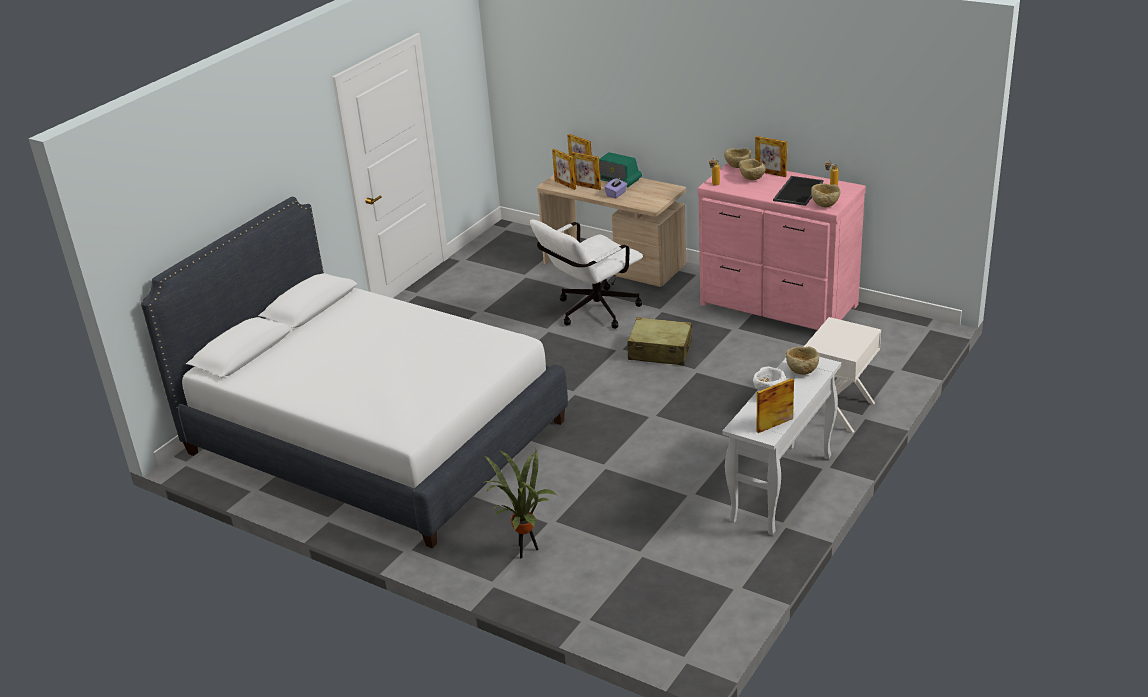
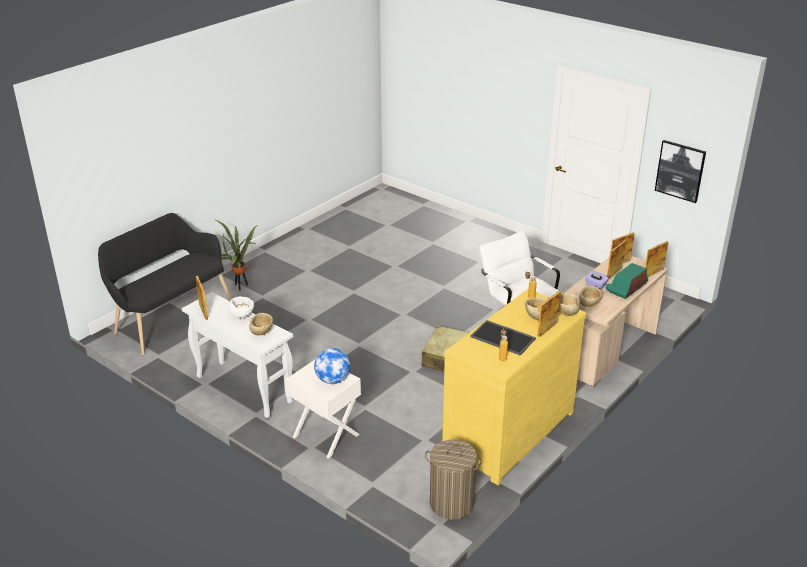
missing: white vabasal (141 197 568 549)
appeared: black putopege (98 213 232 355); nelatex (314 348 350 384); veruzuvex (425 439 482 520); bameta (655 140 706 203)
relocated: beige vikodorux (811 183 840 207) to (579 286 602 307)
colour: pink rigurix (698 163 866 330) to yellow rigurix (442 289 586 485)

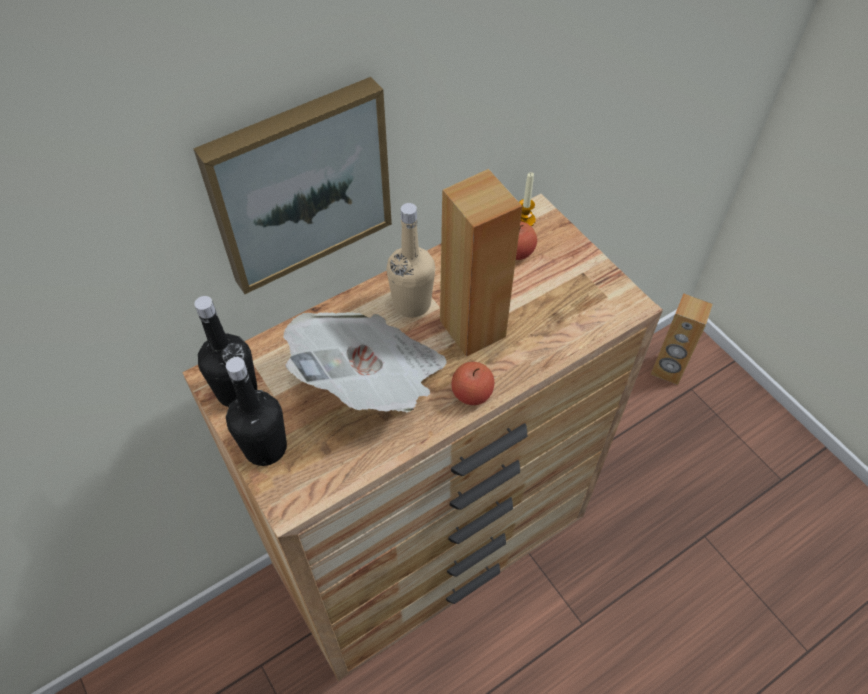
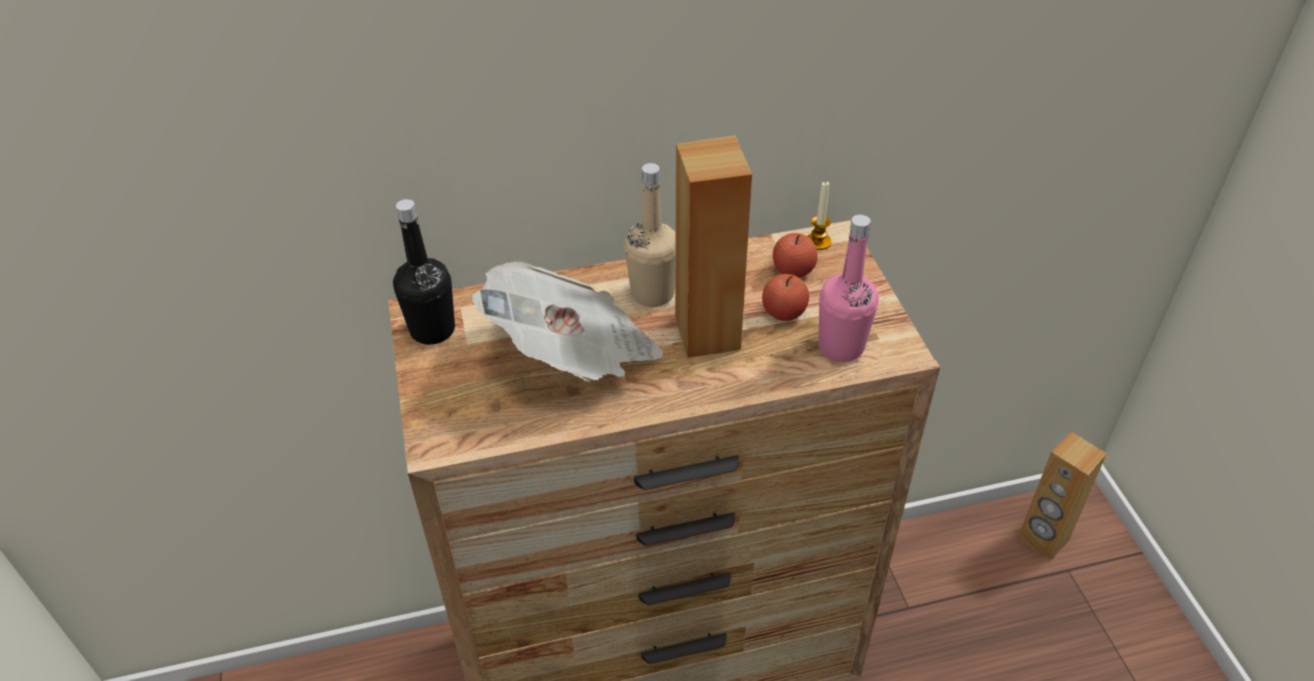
missing: bameta (194 77 392 294); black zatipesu (226 357 287 466)
appeared: pink zatipesu (819 215 879 362)
relocated: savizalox (451 362 494 405) to (762 274 809 321)

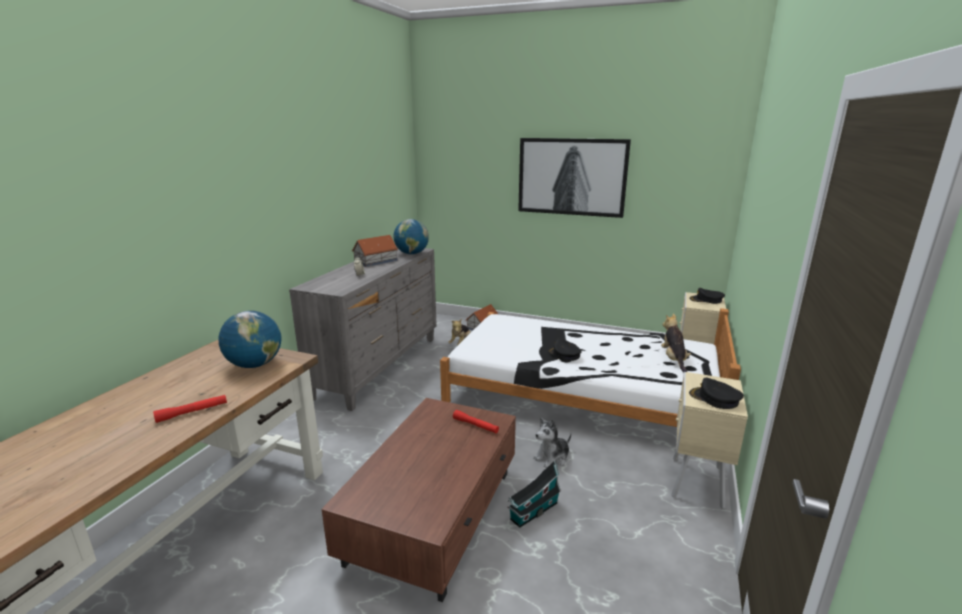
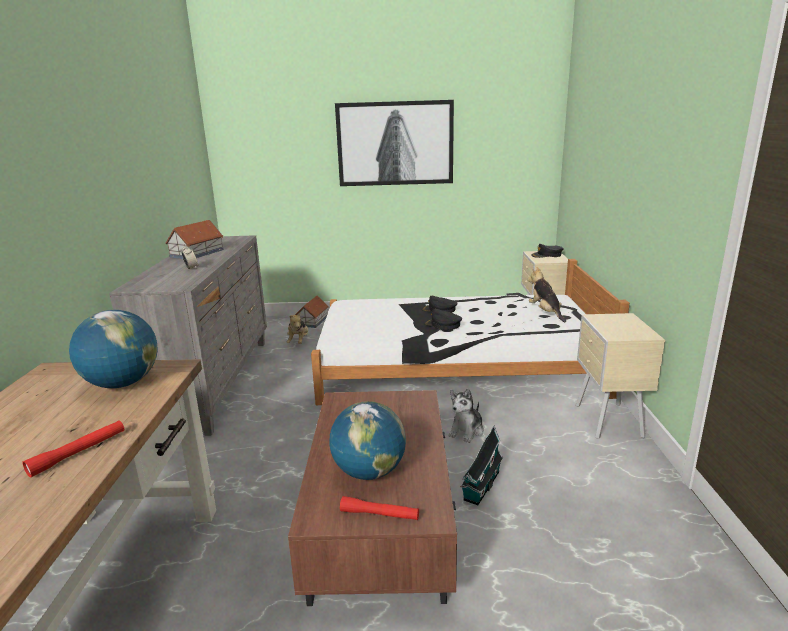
relocated: nelatex (394 219 429 254) to (329 401 406 480); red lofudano (453 410 499 433) to (340 496 419 520); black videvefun (689 377 744 409) to (422 296 458 313)

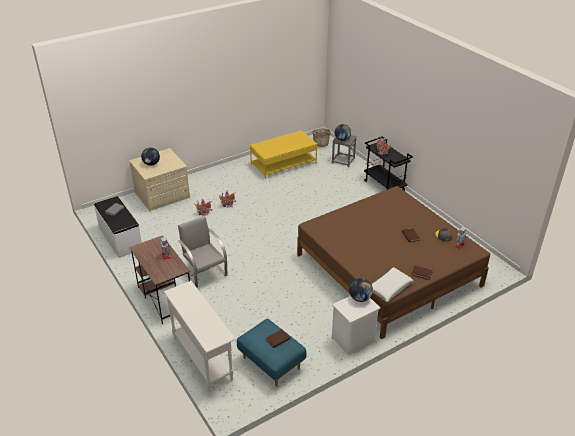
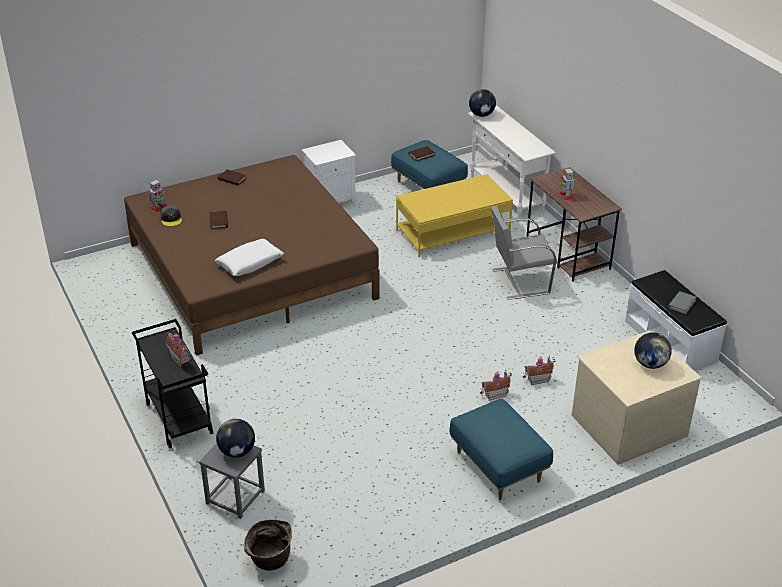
appeared: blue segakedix (449 399 553 500)
relocated: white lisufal (372 268 414 302) to (215 239 284 276); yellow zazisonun (250 130 317 180) to (396 174 513 257); nelatex (349 278 373 302) to (469 89 496 117)
spun: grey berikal (178 216 228 288) = (491 206 557 300) 105 degrees clockwise

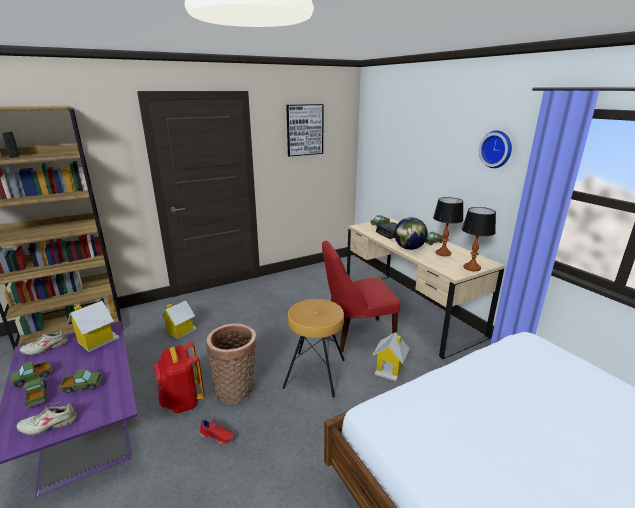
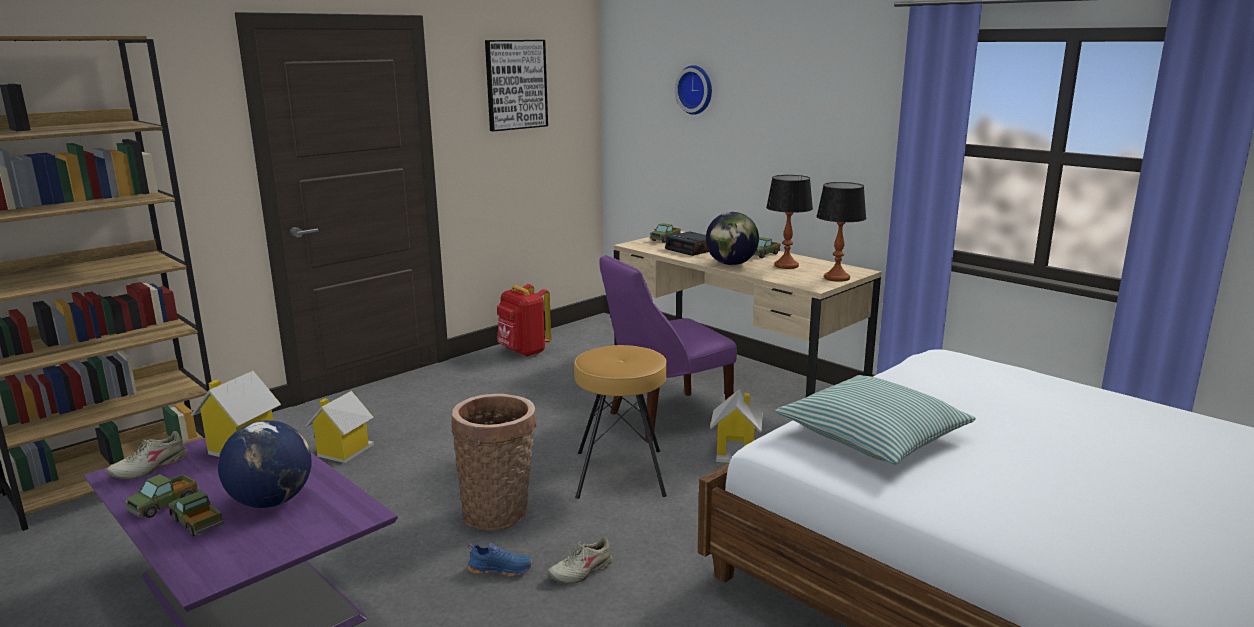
appeared: lisufal (775 375 976 464)
relocated: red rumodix (154 342 205 413) to (497 284 551 357); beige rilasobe (16 401 77 436) to (547 537 613 584); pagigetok (479 130 512 168) to (675 65 712 115)
exchanged: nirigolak (60 369 103 393) to nelatex (218 420 312 508)
colour: red rilasobe (200 419 234 444) to blue rilasobe (467 543 533 577); red berikal (322 241 400 352) to purple berikal (599 255 737 442)

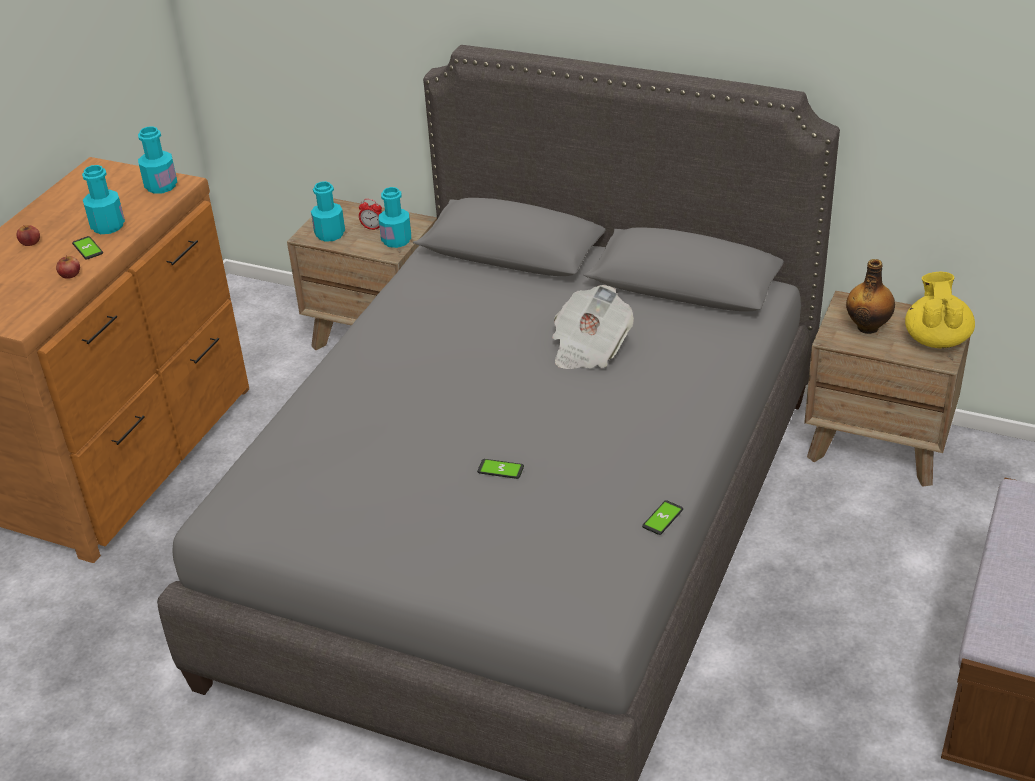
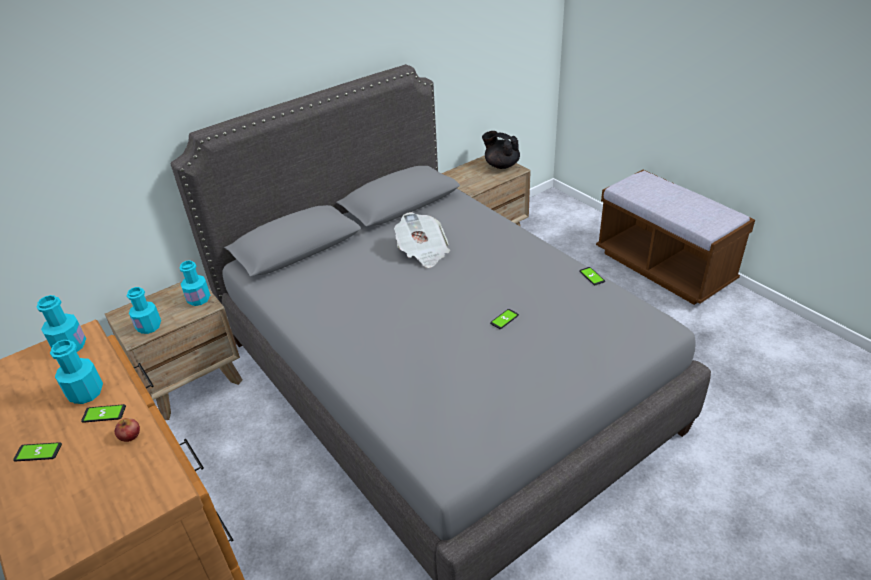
missing: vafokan (359 199 382 230); zatipesu (846 259 895 334)
exchanged: savizalox (16 225 40 246) to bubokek (13 442 62 461)
colour: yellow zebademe (905 272 975 348) to black zebademe (482 131 520 169)

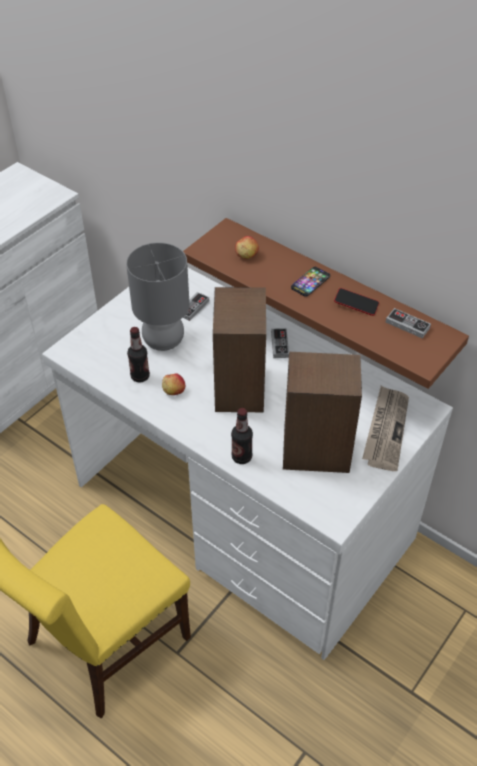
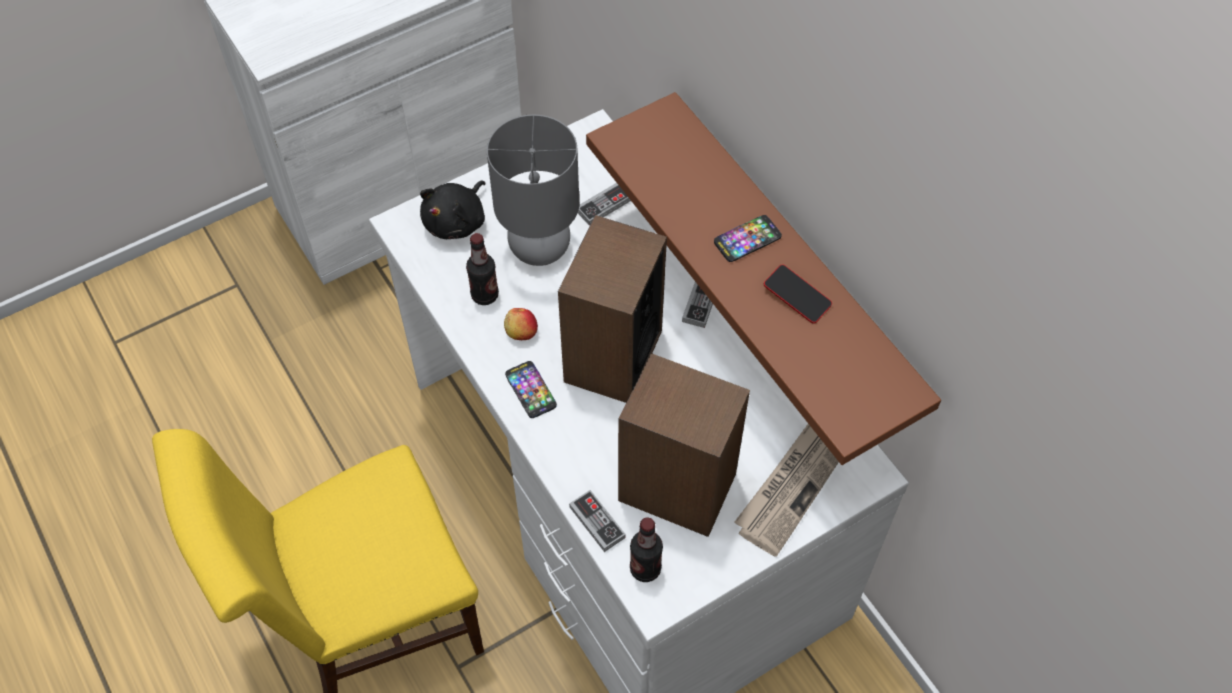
missing: savizalox (235 236 259 259)
appeared: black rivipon (420 181 486 239); bubokek (505 361 557 418)
relocated: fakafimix (386 308 431 338) to (569 490 626 552); zatipesu (231 408 253 464) to (630 518 663 582)

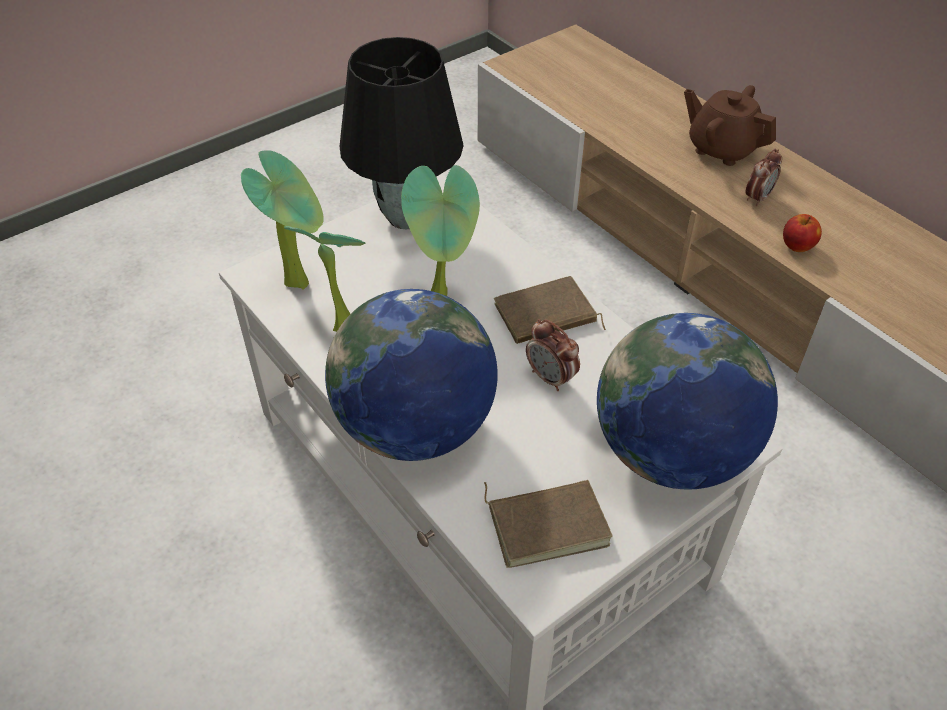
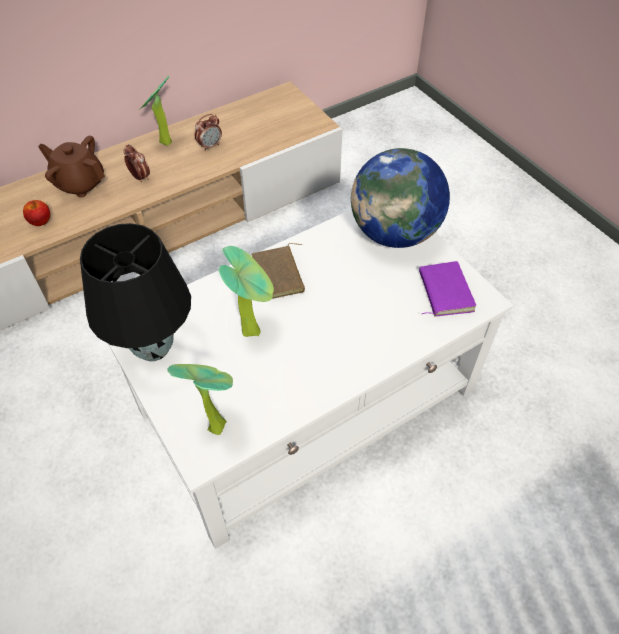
missing: nelatex (325 289 498 461)
relocated: savizalox (783 214 822 252) to (23 200 50 226); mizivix (284 226 365 332) to (138 76 172 146); vafokan (526 319 580 391) to (194 114 222 151)
colour: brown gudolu (484 480 613 568) to purple gudolu (419 261 476 317)
spun: brown zebademe (684 85 776 166) = (38 136 105 198) 75 degrees clockwise

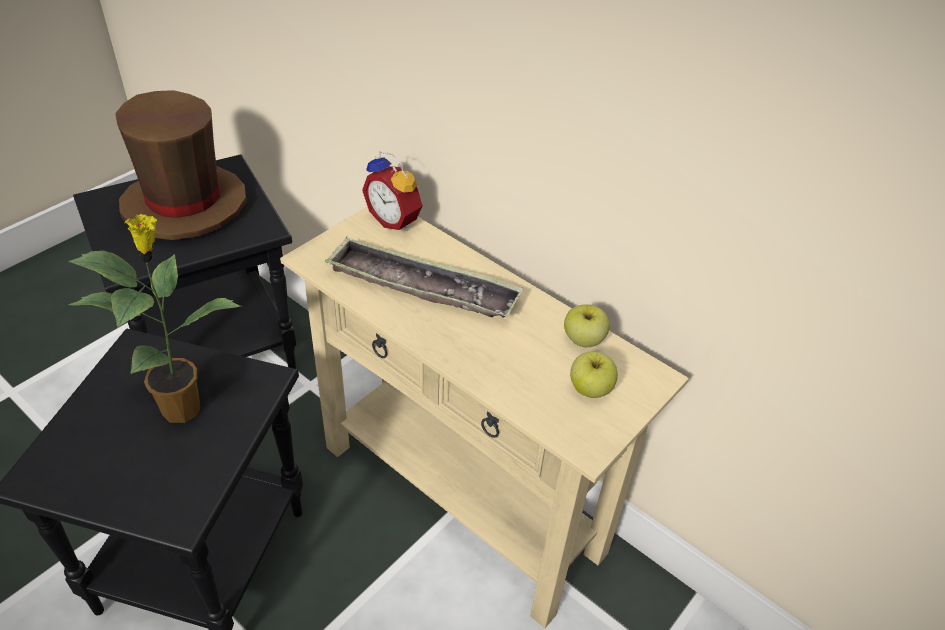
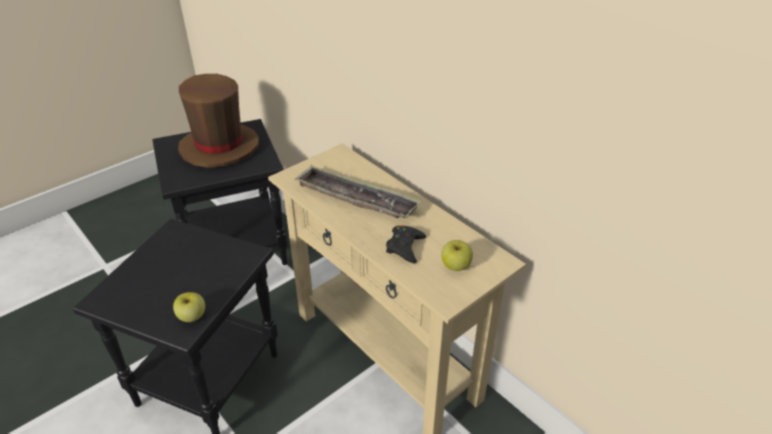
missing: mizivix (68 214 242 423); vafokan (362 151 423 231)
appeared: black fakafimix (386 226 426 263)
relocated: savizalox (564 304 610 347) to (173 292 205 322)

